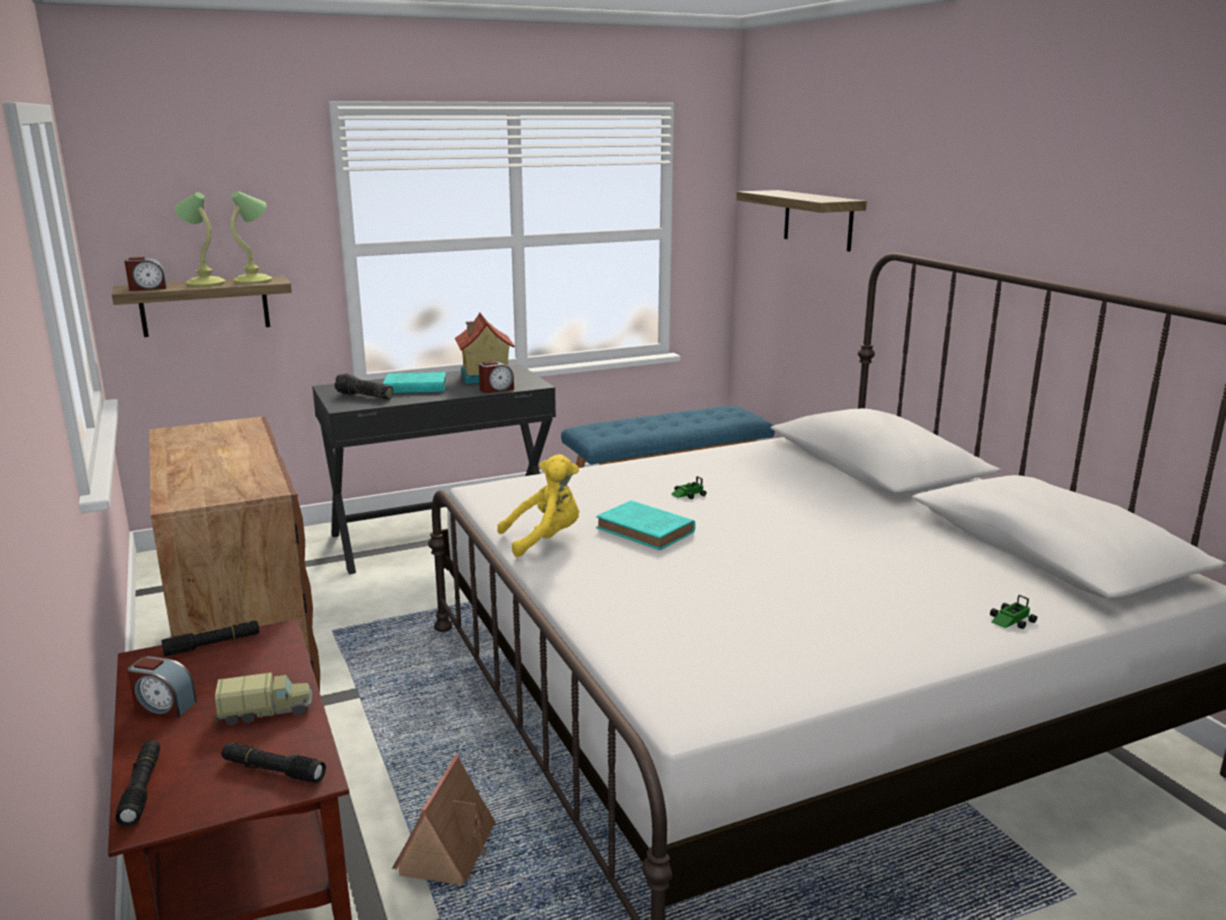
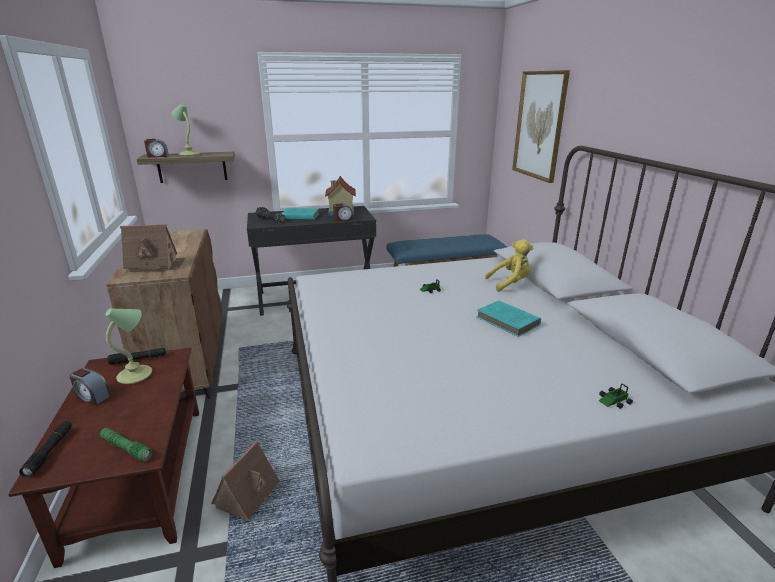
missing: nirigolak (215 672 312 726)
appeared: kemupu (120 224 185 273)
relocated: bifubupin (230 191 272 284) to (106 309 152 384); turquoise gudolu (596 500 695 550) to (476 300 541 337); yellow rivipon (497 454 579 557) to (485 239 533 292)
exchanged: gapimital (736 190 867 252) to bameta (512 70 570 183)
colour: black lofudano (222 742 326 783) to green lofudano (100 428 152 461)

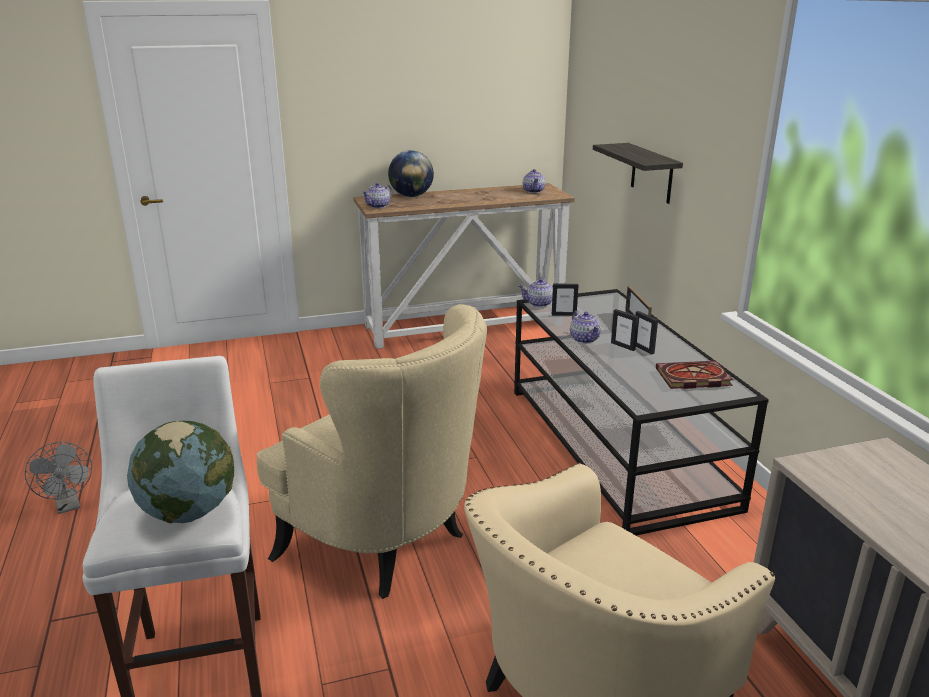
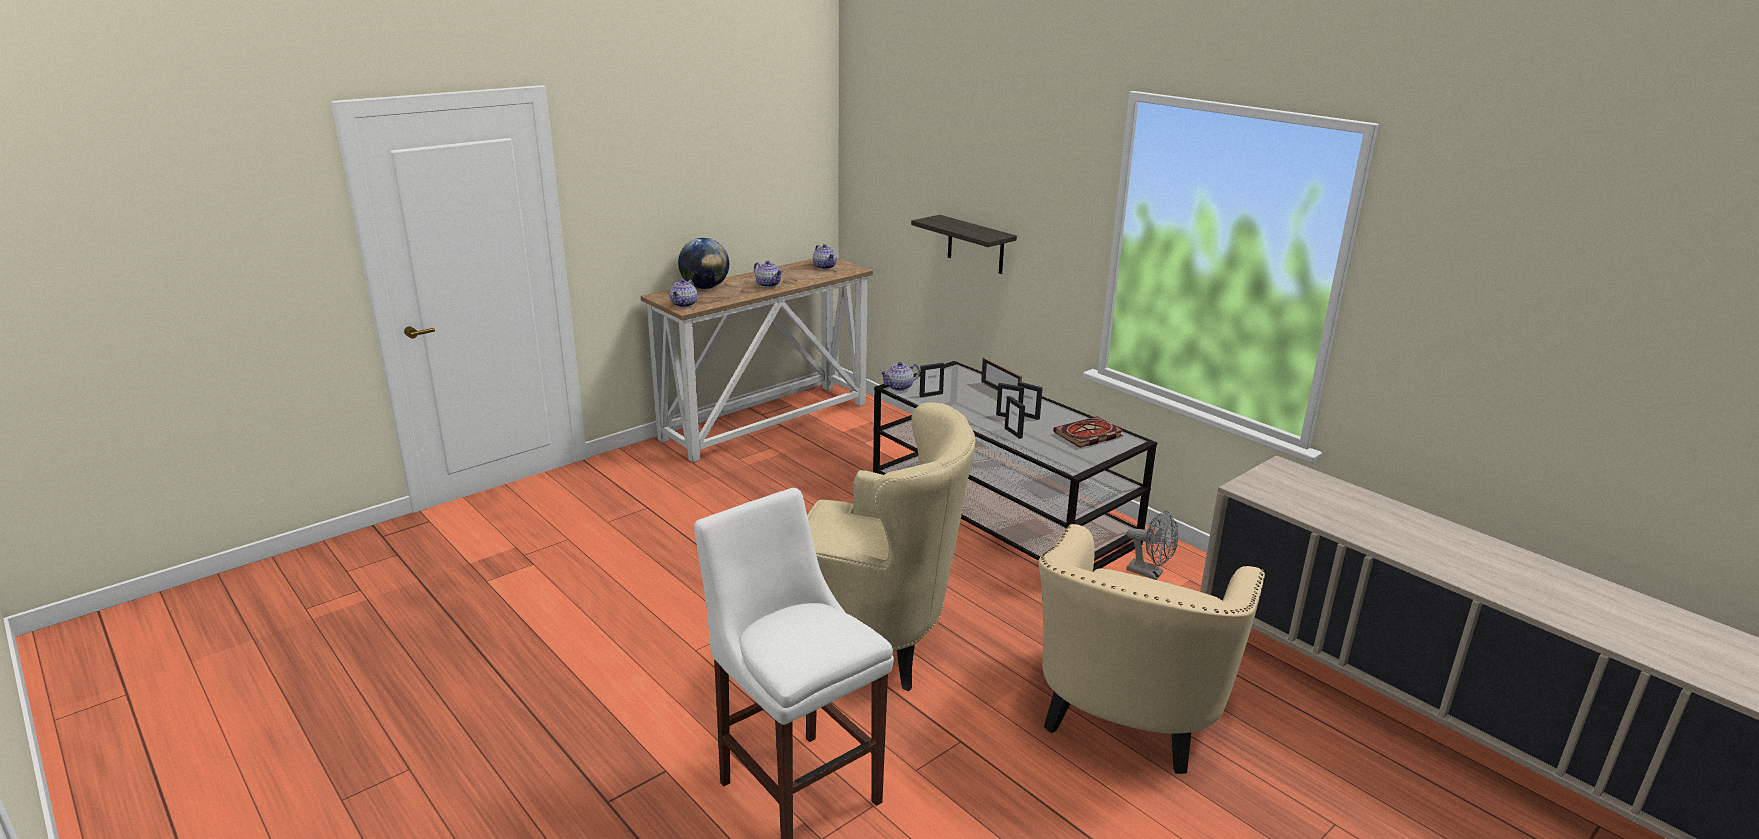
missing: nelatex (127 421 235 523)
appeared: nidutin (1005 396 1025 439)
relocated: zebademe (570 311 601 344) to (754 261 782 287); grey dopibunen (25 442 92 514) to (1127 510 1179 580)

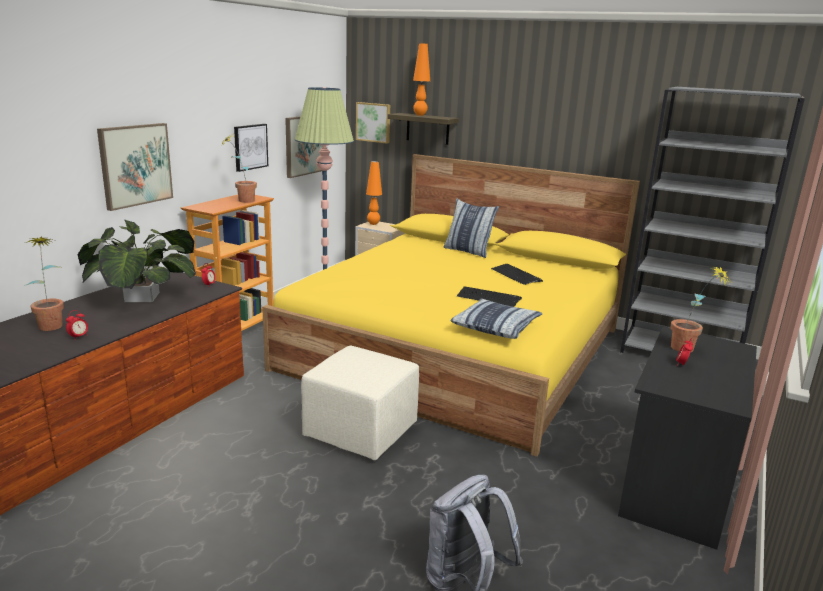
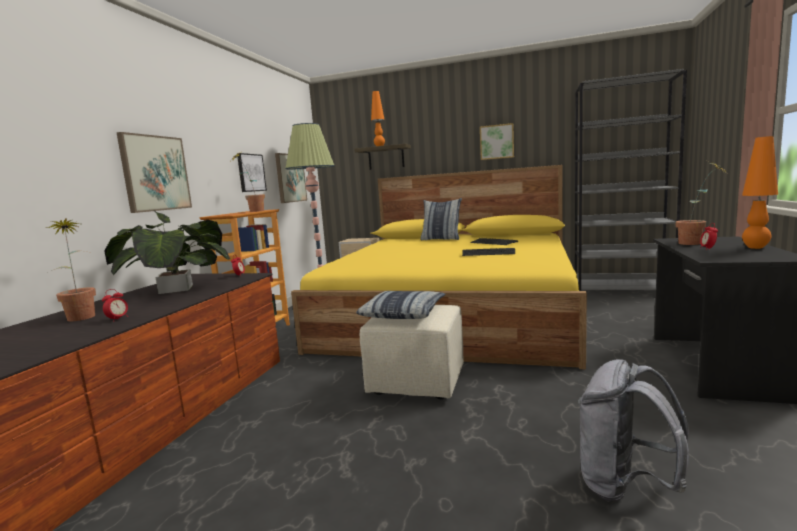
relocated: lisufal (450 299 543 339) to (356 291 445 319); bameta (356 102 390 144) to (480 123 514 160); orange bifubupin (366 161 382 225) to (742 136 778 249)

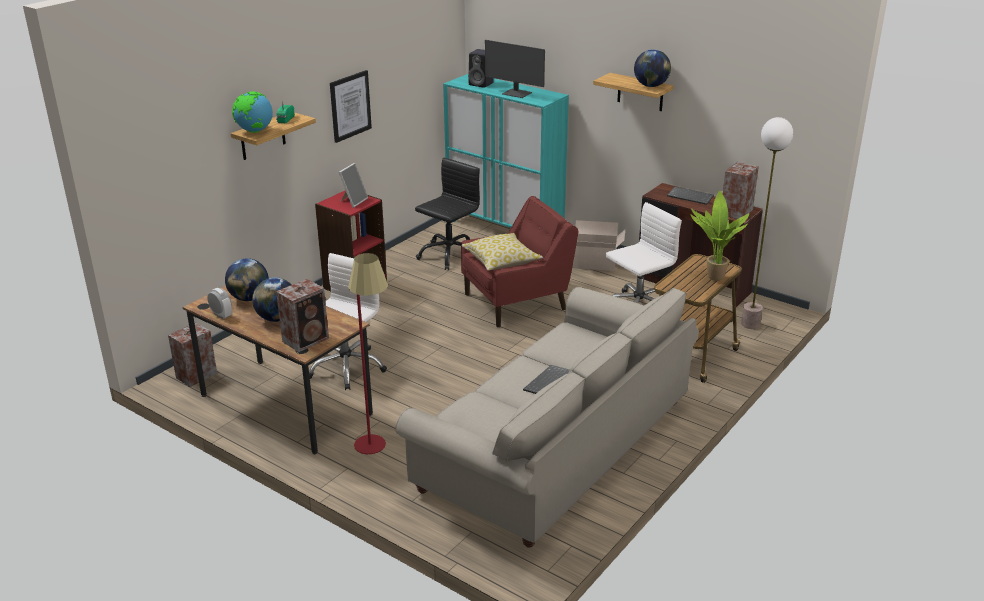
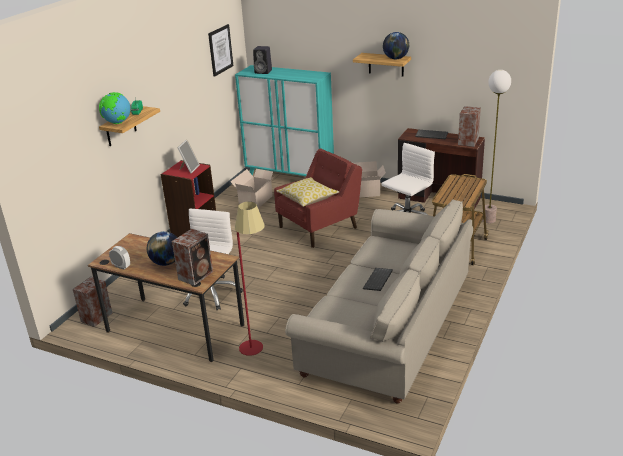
missing: nelatex (225 258 269 301); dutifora (485 40 545 98); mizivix (691 191 749 281)
relocated: bameta (330 70 372 143) to (208 24 233 77)
exchanged: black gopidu (415 158 480 270) to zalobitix (230 169 276 208)

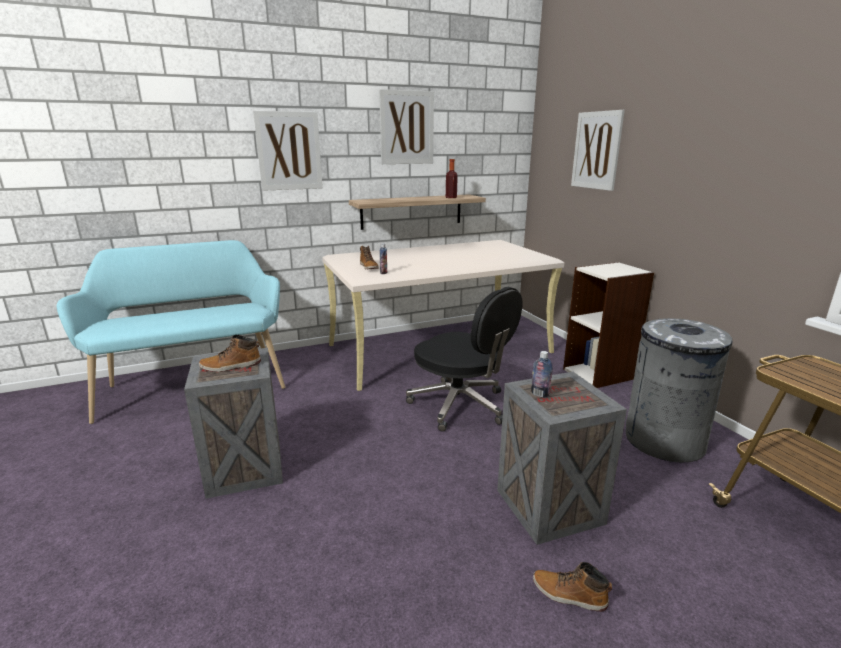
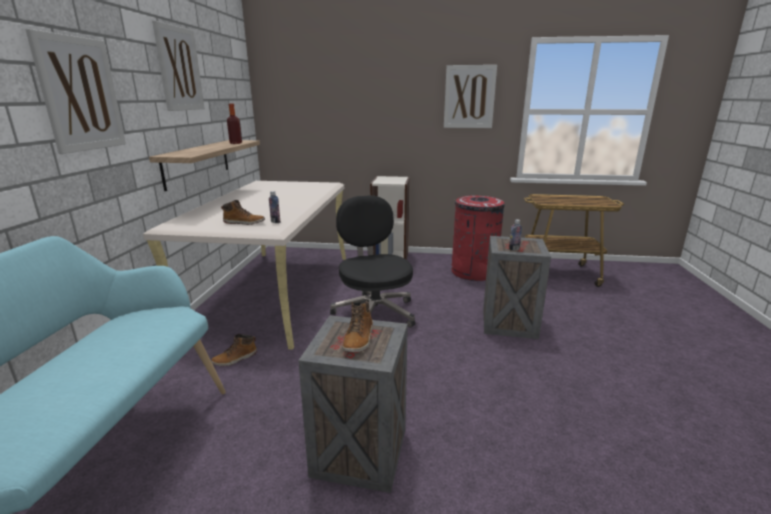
relocated: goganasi (533 562 612 612) to (211 334 257 366); bameta (571 110 625 191) to (444 65 497 128)
colour: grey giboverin (626 318 733 463) to red giboverin (451 195 505 281)
spun: black gopidu (406 287 522 432) = (330 195 415 327) 90 degrees counterclockwise

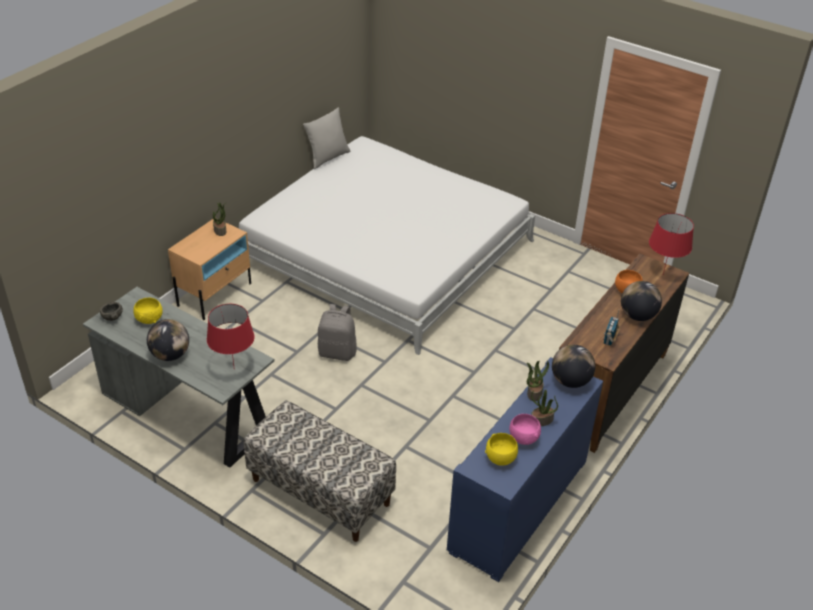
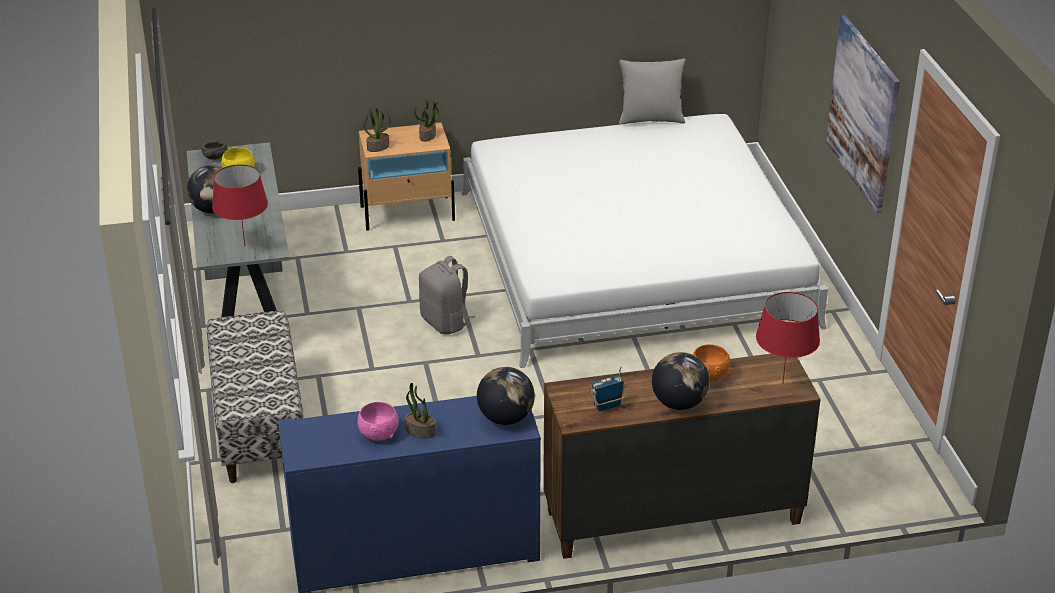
missing: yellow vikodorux (485 433 518 466)
appeared: bameta (826 15 900 213)
relocated: mizivix (527 361 549 401) to (364 107 391 152)

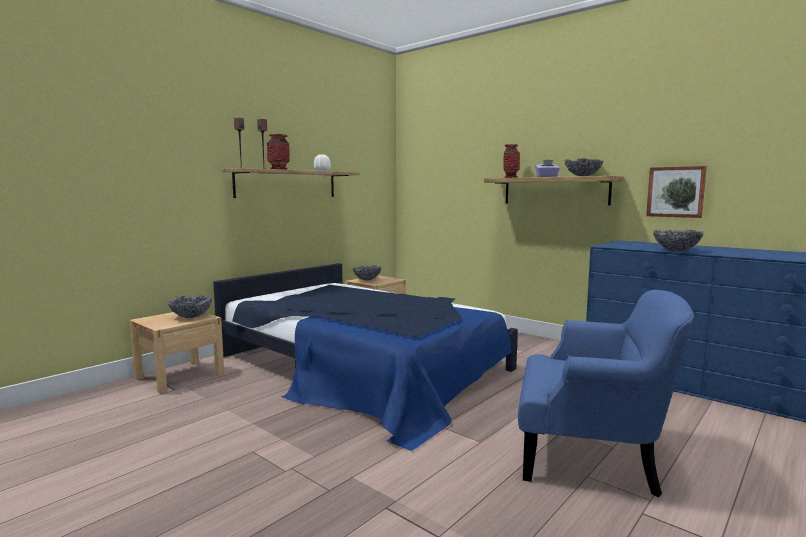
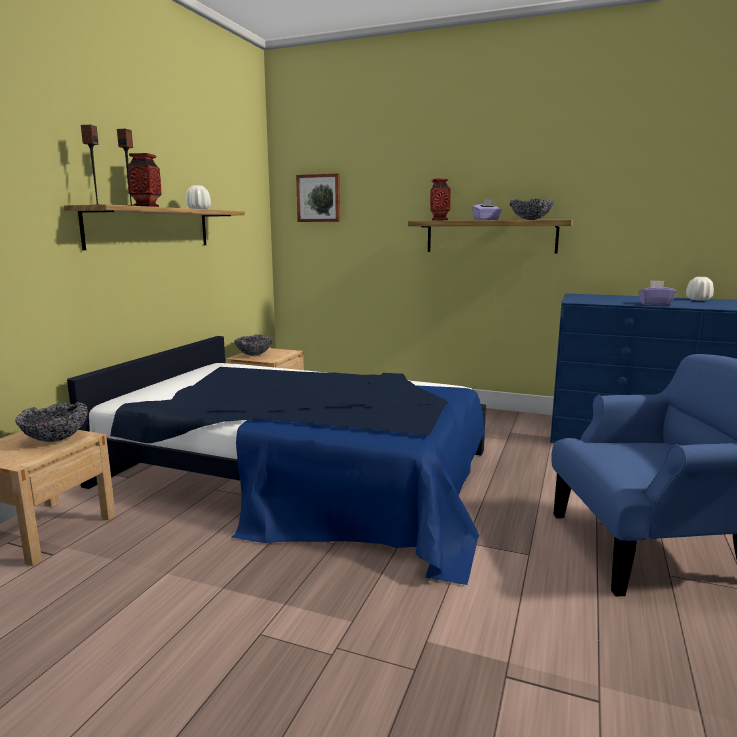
appeared: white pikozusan (686 277 714 301)
relocated: bameta (646 166 707 218) to (296 173 340 222)
exchanged: vikodorux (653 229 703 251) to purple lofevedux (638 281 676 306)

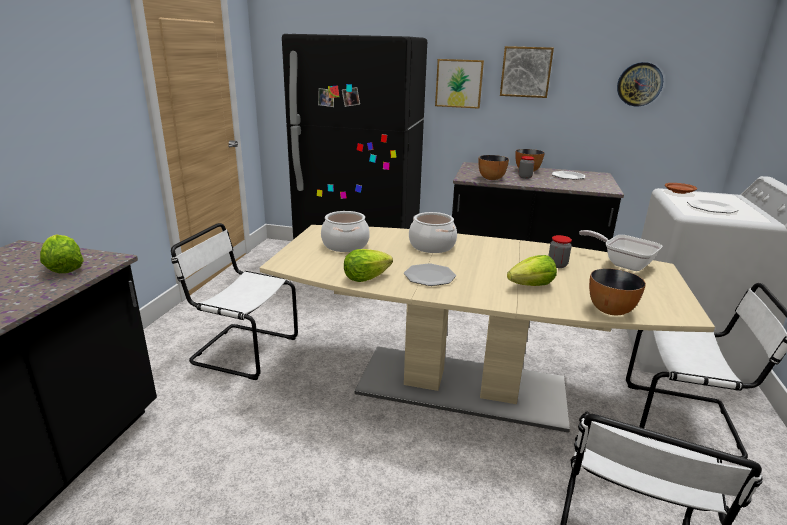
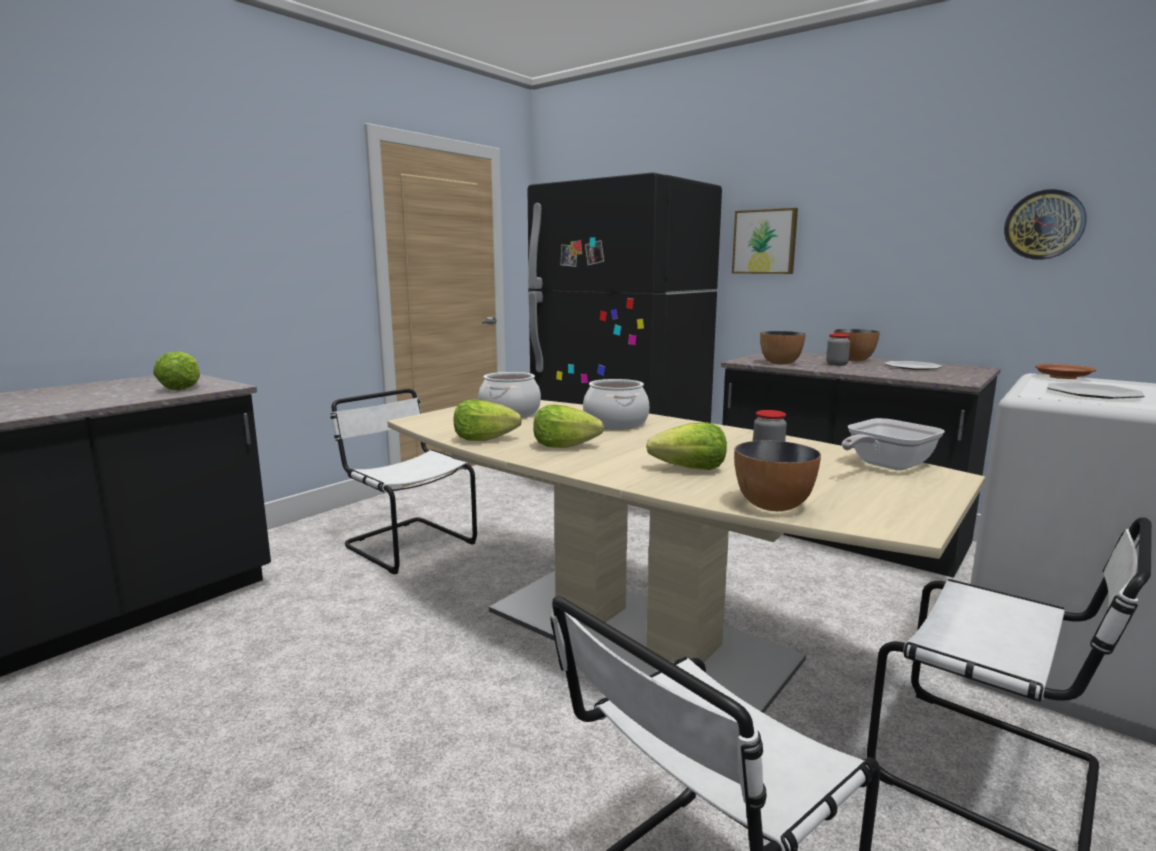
missing: bameta (500 46 554 98)
exchanged: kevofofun (404 263 456 286) to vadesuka (533 404 604 448)
spun: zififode (579 230 663 271) = (842 418 945 471) 105 degrees counterclockwise

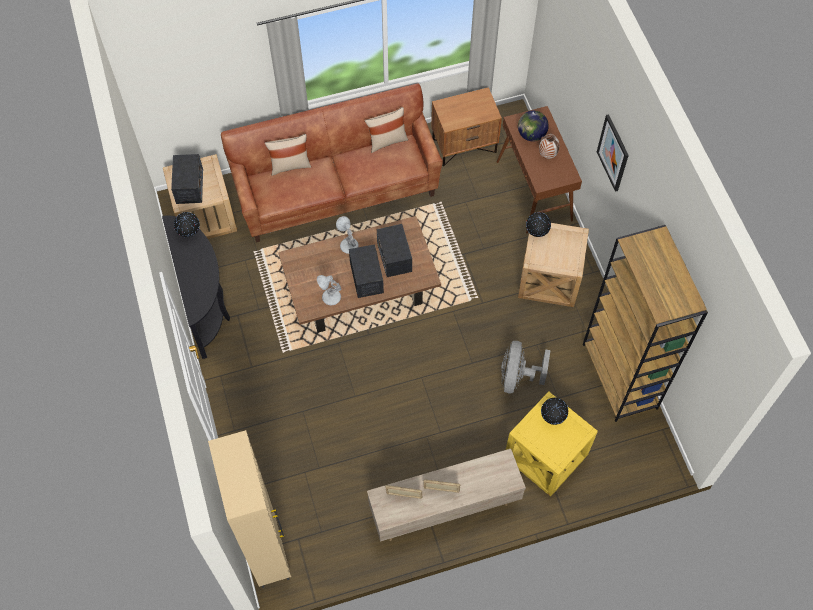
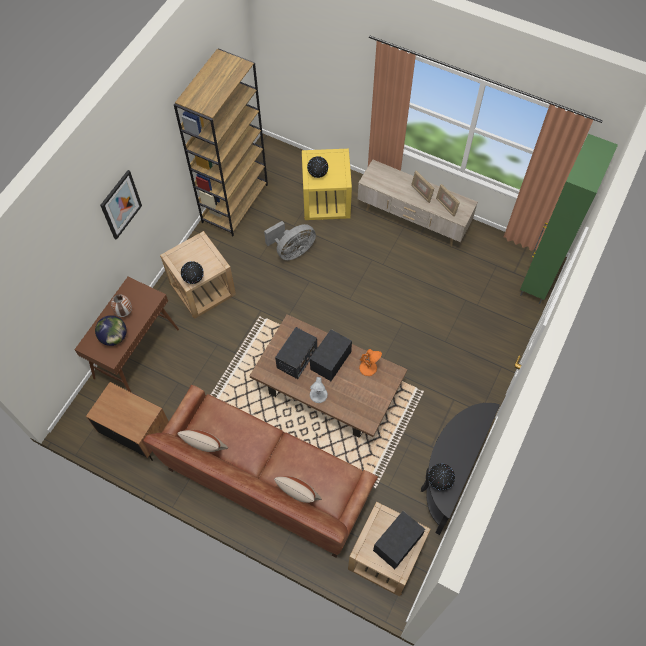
colour: white bifubupin (317 275 342 306) to orange bifubupin (359 349 382 376); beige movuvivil (208 430 291 588) to green movuvivil (520 134 618 304)

